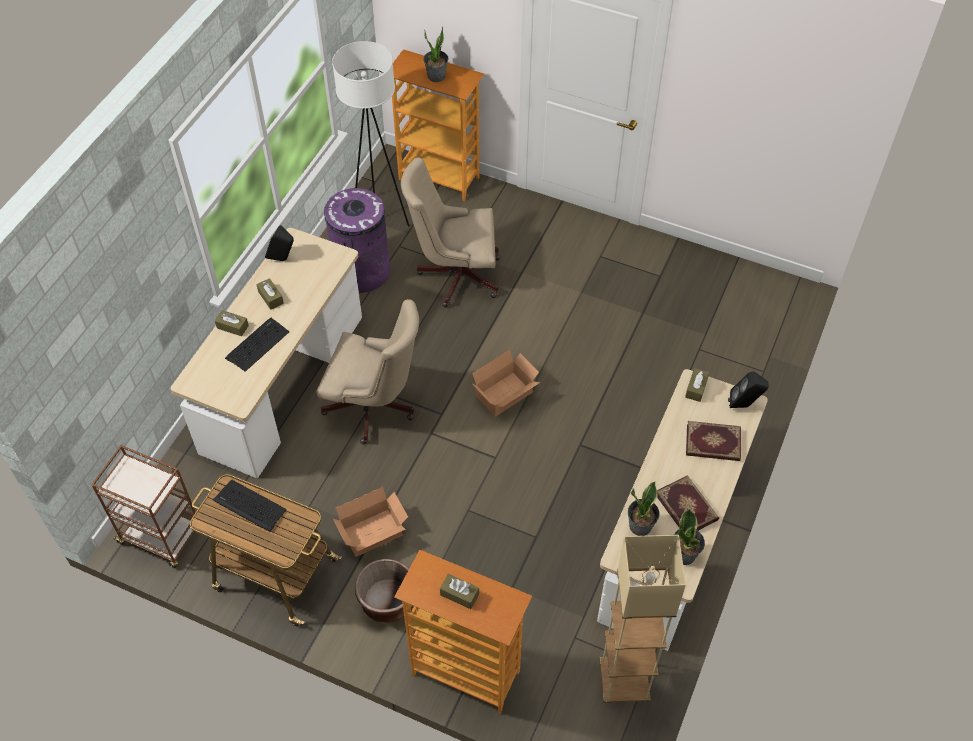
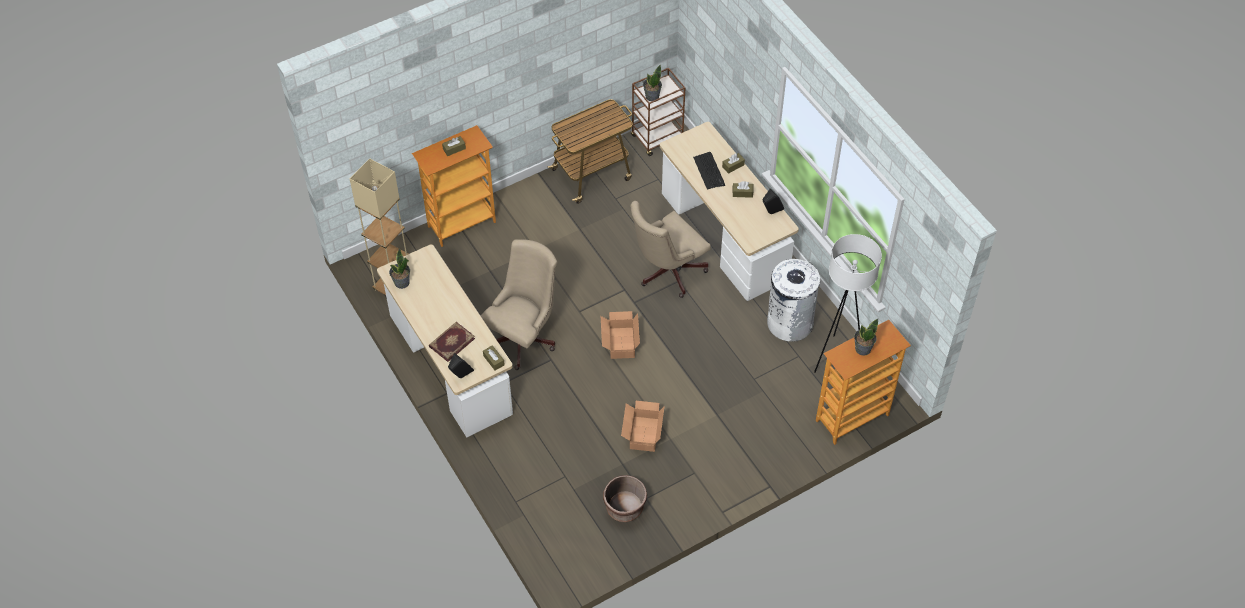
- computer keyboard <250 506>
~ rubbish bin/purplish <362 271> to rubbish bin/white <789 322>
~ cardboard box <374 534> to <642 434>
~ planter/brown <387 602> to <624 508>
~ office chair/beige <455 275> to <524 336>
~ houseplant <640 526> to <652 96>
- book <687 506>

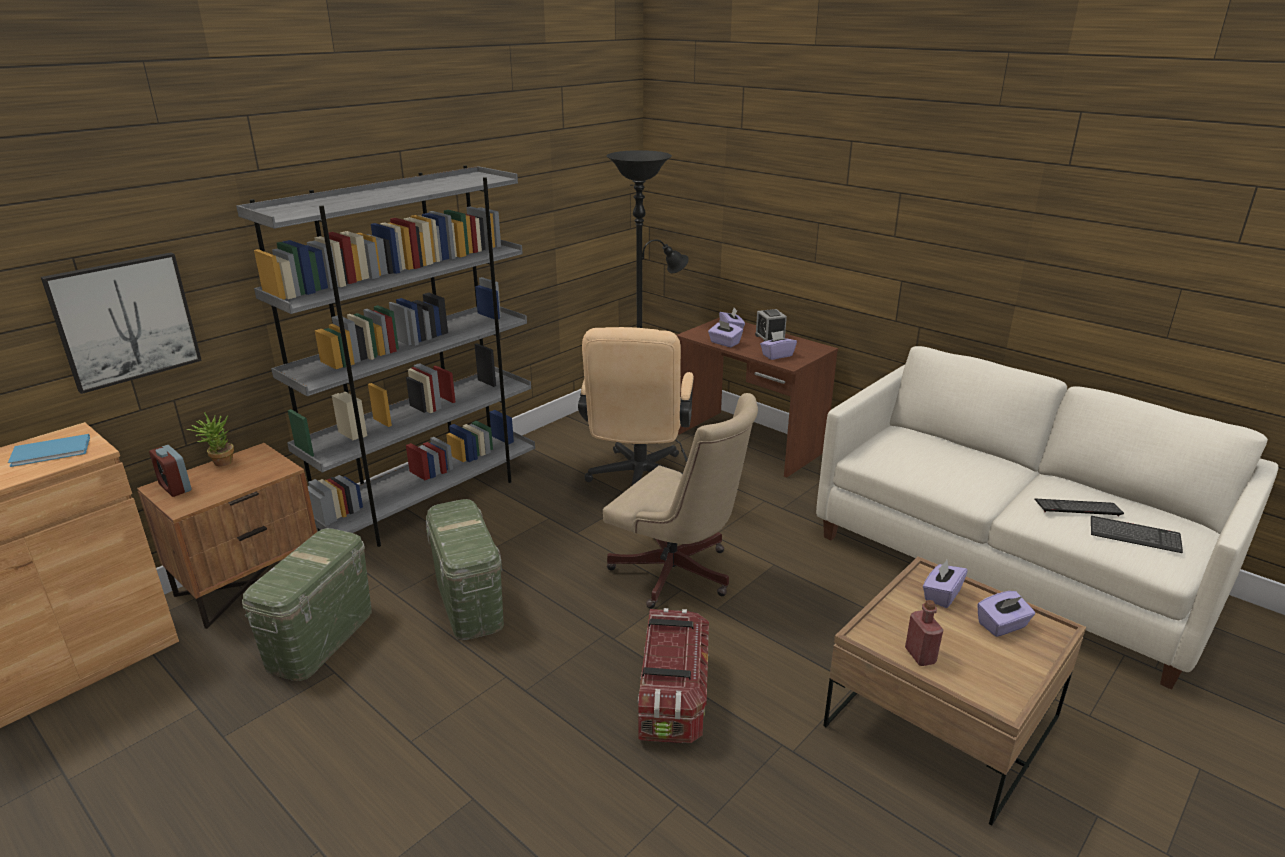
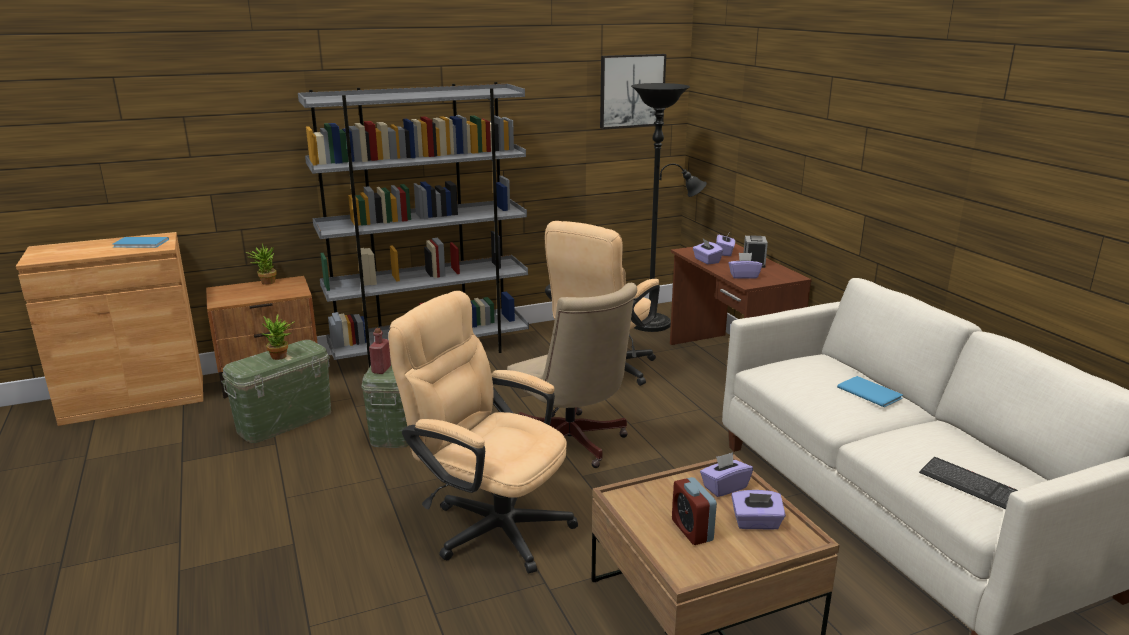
~ wall picture <125 320> to <631 91>
~ alarm clock <175 487> to <692 530>
~ storage bin <673 696> to office chair/beige <490 524>
~ drink bottle/red-coloured <920 656> to <381 370>
- computer keyboard <1077 508>
+ houseplant <281 357>
+ book/blue-coloured <869 392>

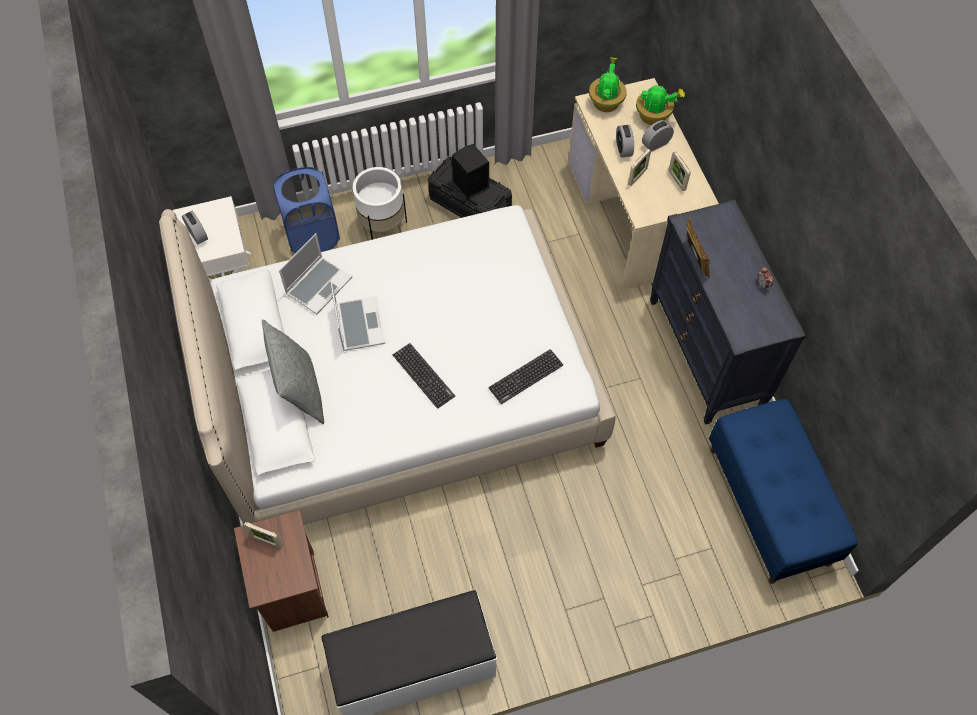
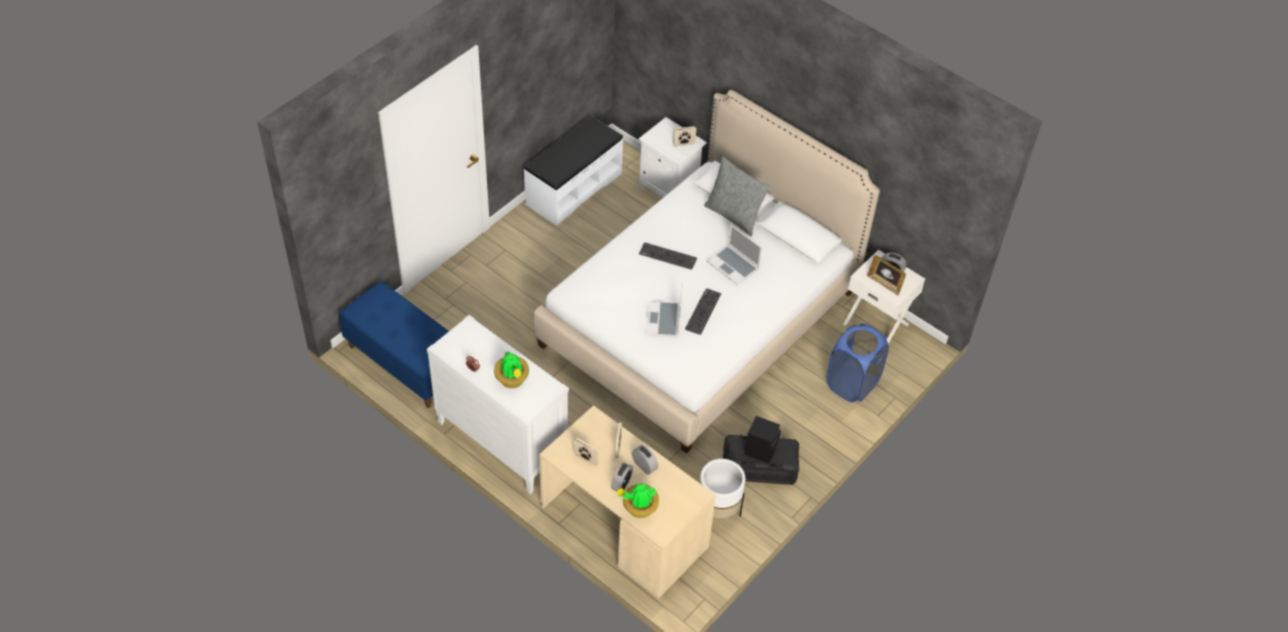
~ nightstand/brown <292 591> to nightstand/white <669 189>
~ laptop <319 285> to <664 321>
~ planter/white <382 225> to <718 509>
~ computer keyboard <526 376> to <703 311>
~ houseplant <606 102> to <512 380>
~ dresser/black <706 354> to dresser/white <501 442>
~ picture frame <694 259> to <884 283>

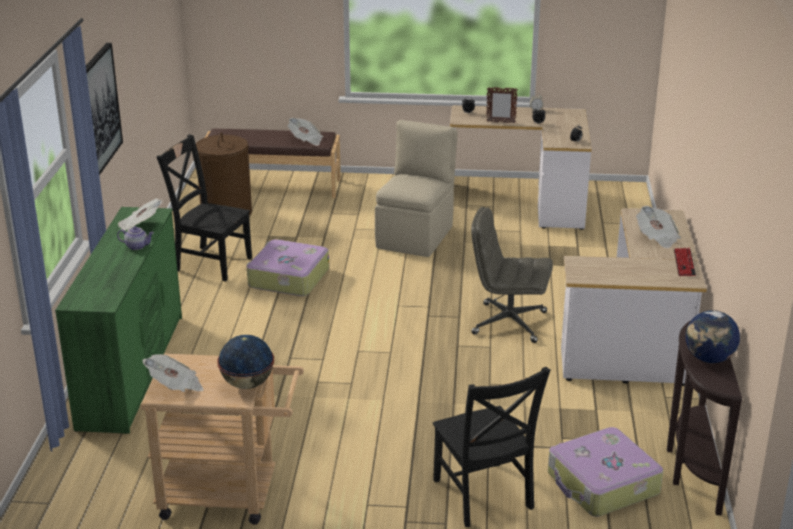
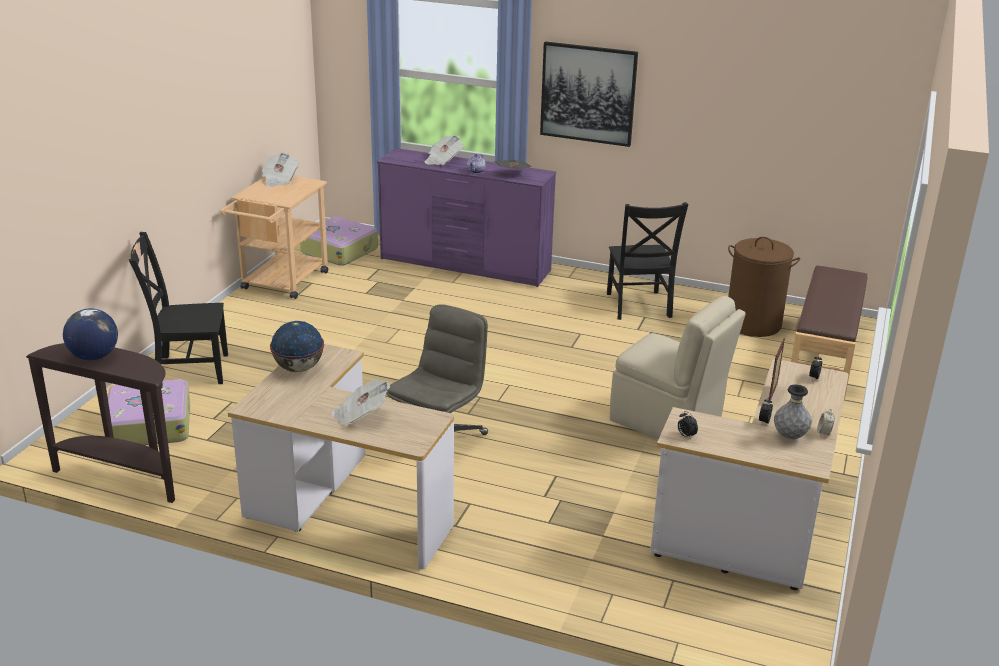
~ dresser/green-coloured <133 370> to dresser/purplish <465 265>
~ chair/black <210 263> = <638 307> 135 degrees clockwise
~ world globe <247 384> to <298 368>
~ piece of luggage <287 278> to <339 250>
~ daily paper <306 140> to <443 160>
- computer keyboard <684 263>
+ flower vase/greyish <789 436>

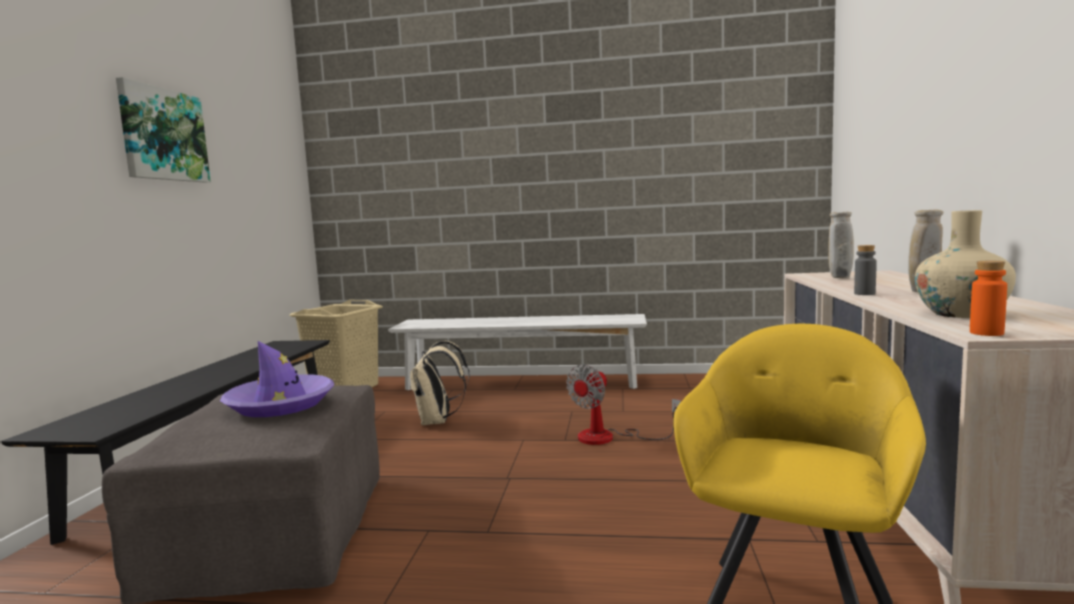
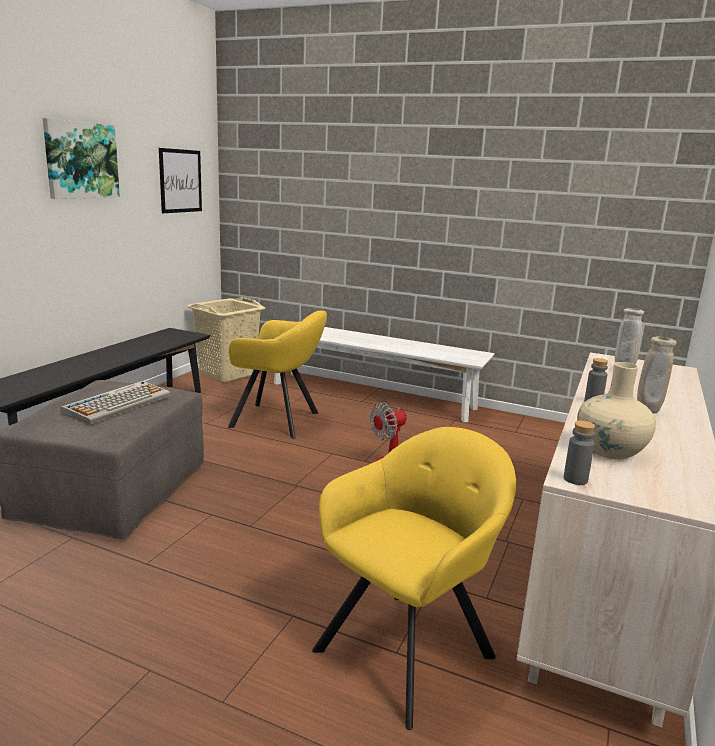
~ wearable hat/purplish <280 404> to computer keyboard <118 403>
~ rucksack/beige <438 421> to armchair/yellow-coloured <279 421>
~ drink bottle/orange <986 333> to drink bottle/greyish <575 479>
+ wall picture <180 181>

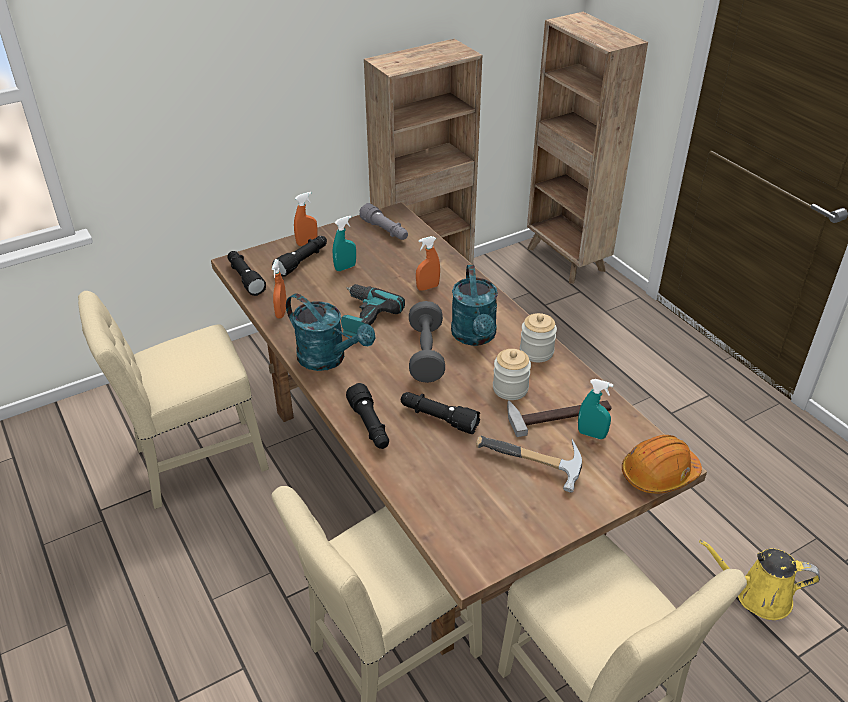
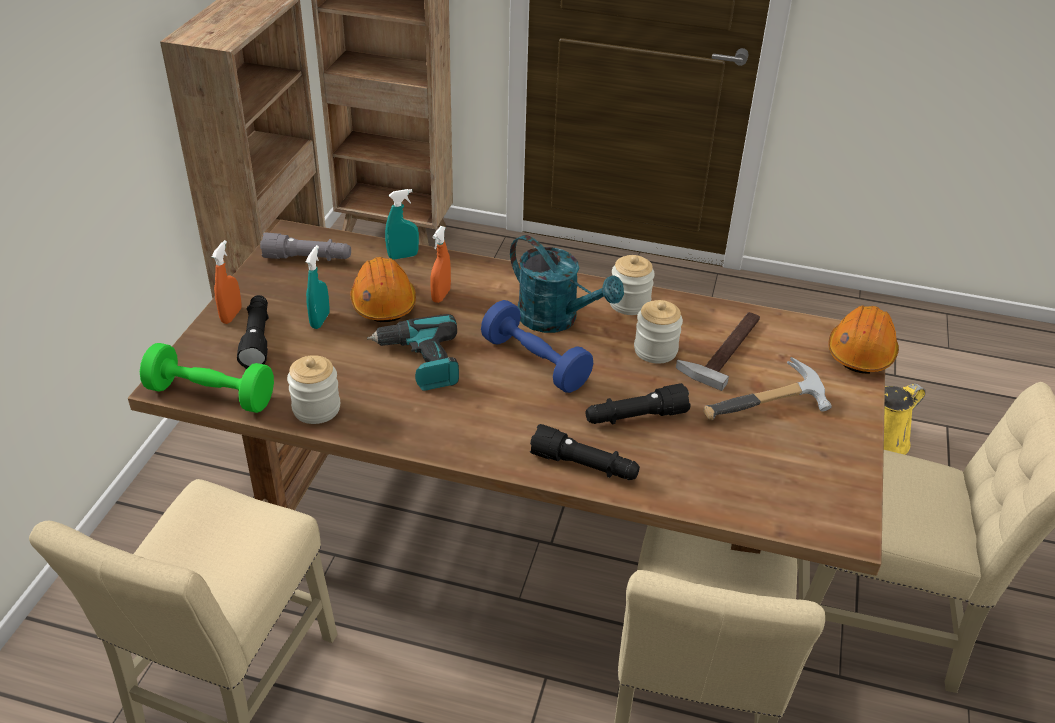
~ flashlight/black <245 278> to hand weight/green-coloured <211 395>
~ sprayer/orange <281 312> to preserve jar <316 408>
- watering can/turquoise-coloured <328 359>
~ hand weight/greyish <426 354> to hand weight/blue-coloured <535 362>
~ sprayer/turquoise-coloured <591 434> to <403 256>
+ hard hat/orange <383 302>

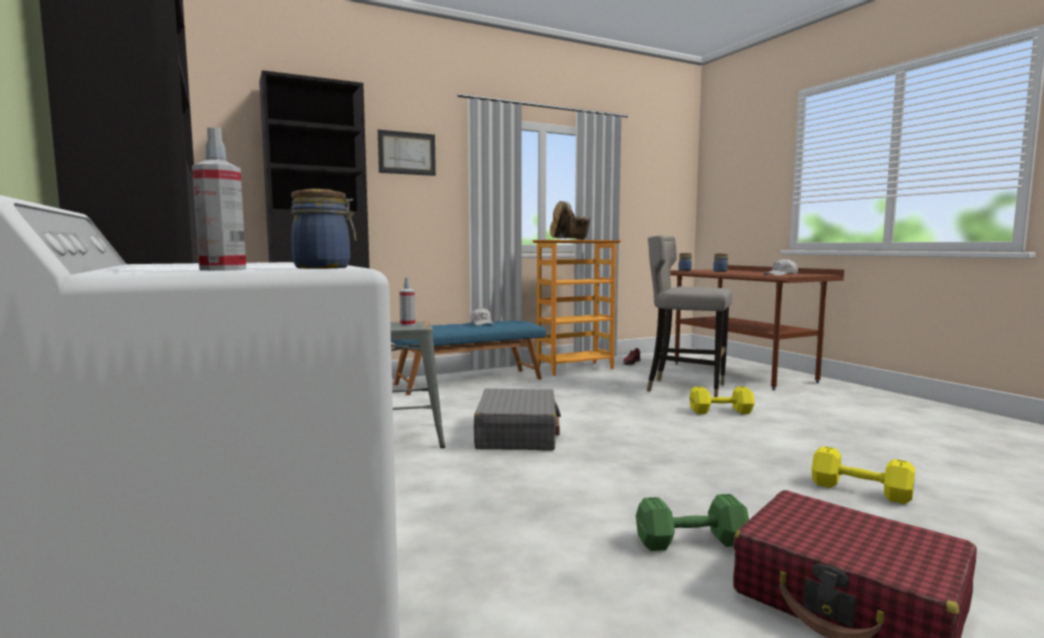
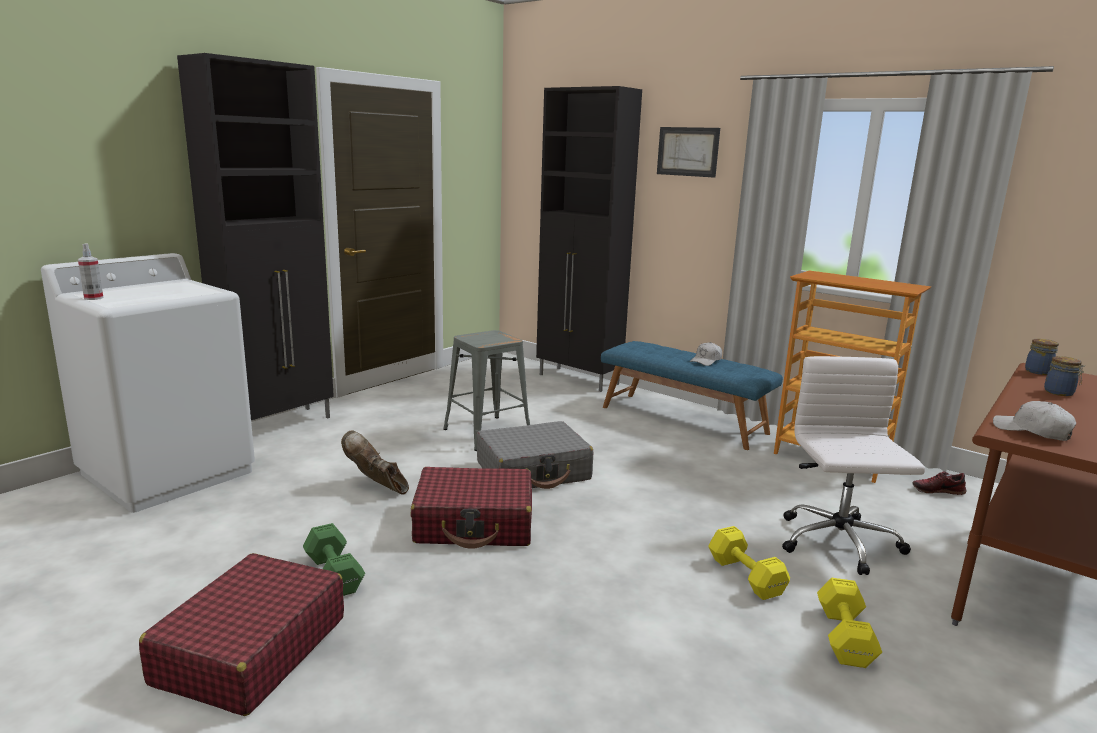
- preserve jar <325 267>
- sprayer <407 325>
~ high-top boot/brown <569 239> to <377 487>
~ stool/greyish <686 388> to office chair/white <839 544>
~ hand weight/yellow-coloured <862 491> to <844 638>
+ piece of luggage/red-coloured <474 523>

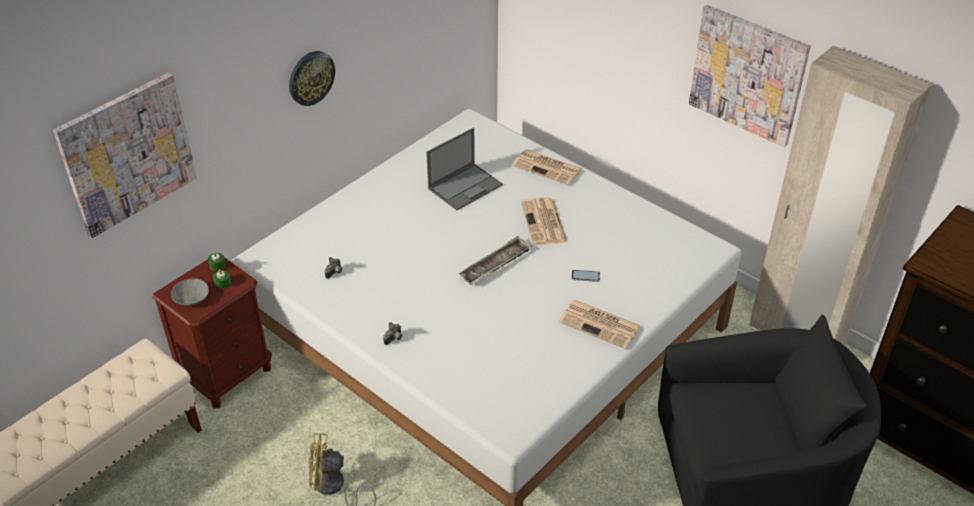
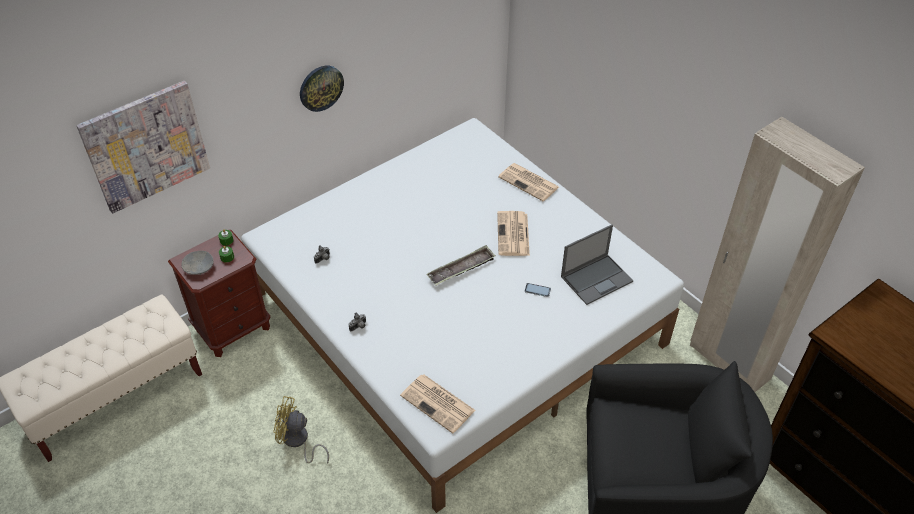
~ laptop <465 186> to <597 278>
~ daily paper <600 324> to <439 403>
- wall picture <747 75>

